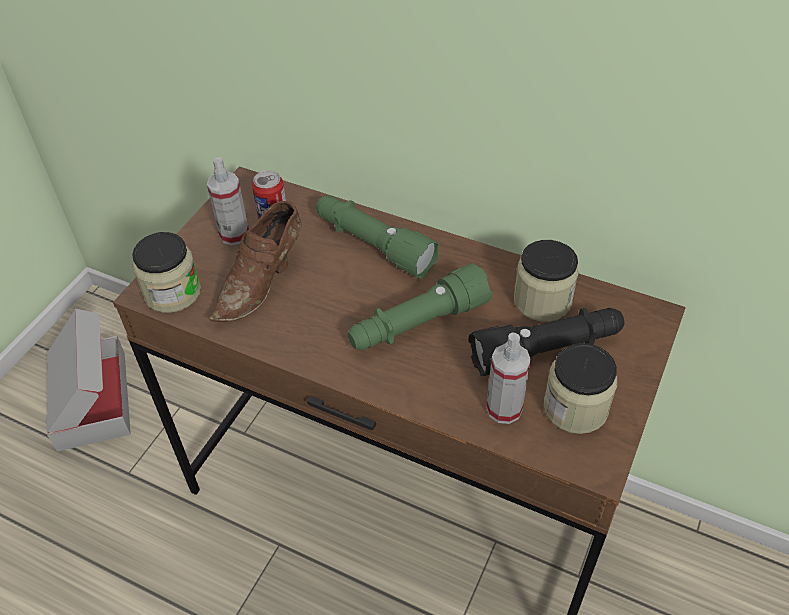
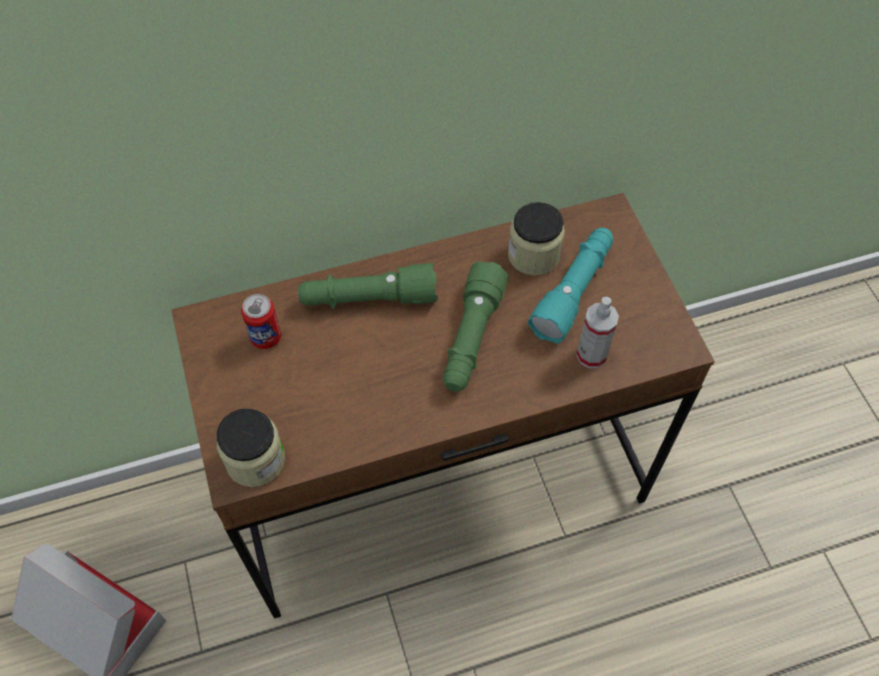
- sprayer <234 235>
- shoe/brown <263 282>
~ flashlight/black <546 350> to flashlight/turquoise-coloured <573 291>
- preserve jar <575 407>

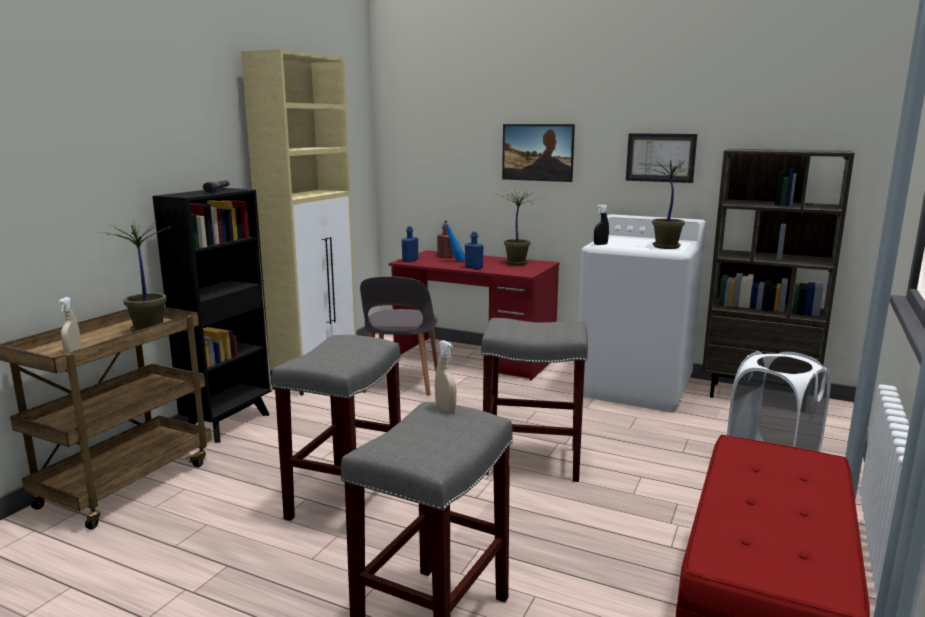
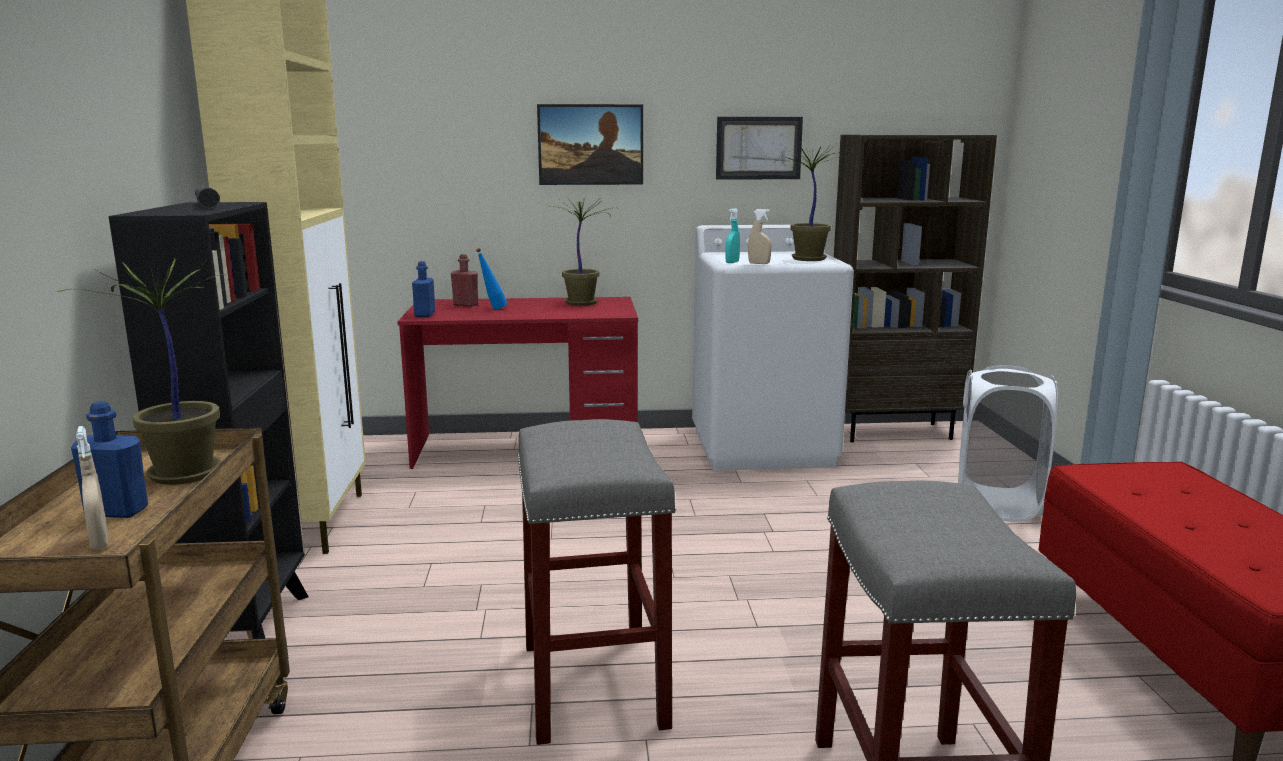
- chair/greyish <401 381>
~ sprayer/beige <445 408> to <759 263>
~ drink bottle/blue-coloured <473 267> to <117 511>
- stool/greyish <533 461>
~ sprayer/black <600 244> to sprayer/turquoise-coloured <732 262>

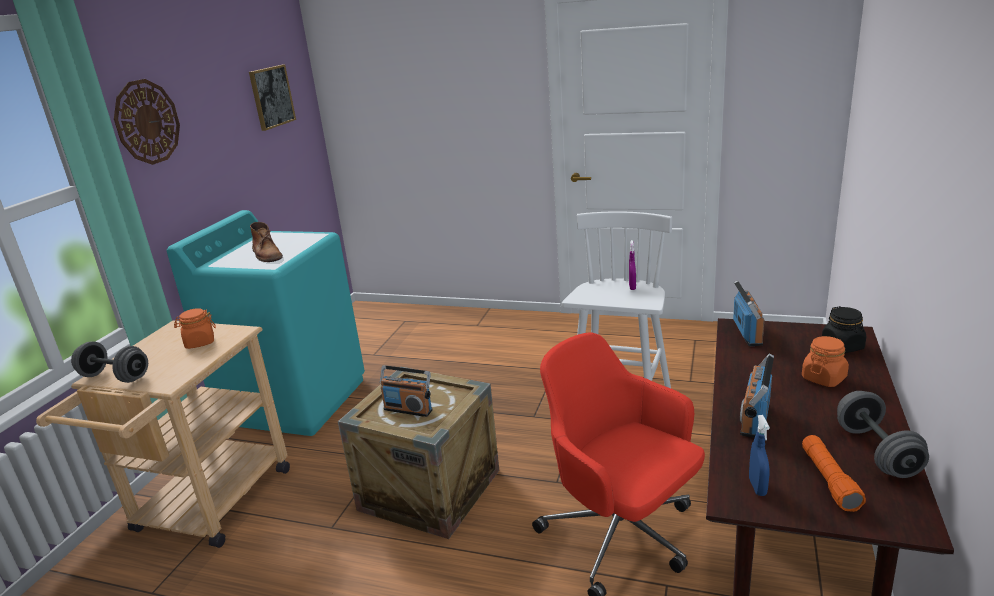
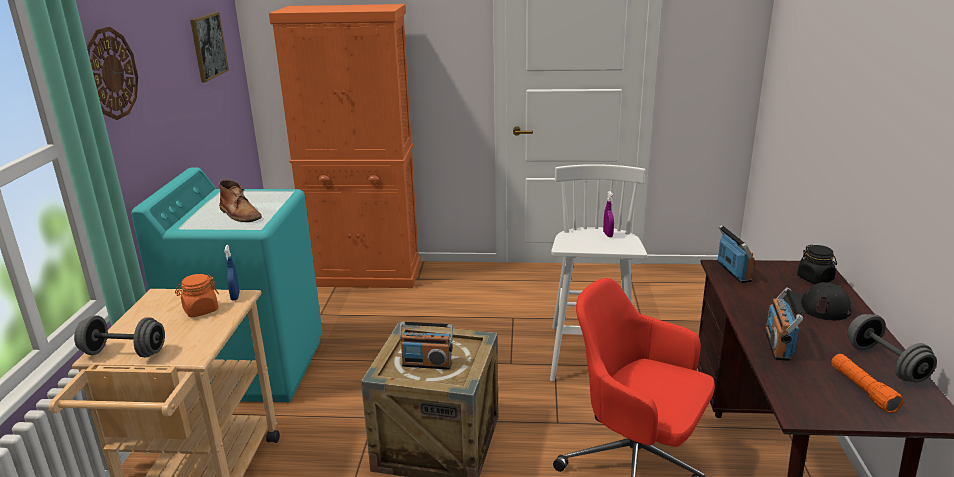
~ sprayer/blue-coloured <757 487> to <235 296>
~ preserve jar/orange <824 378> to peaked cap/black <814 306>
+ cabinet/orange <365 275>

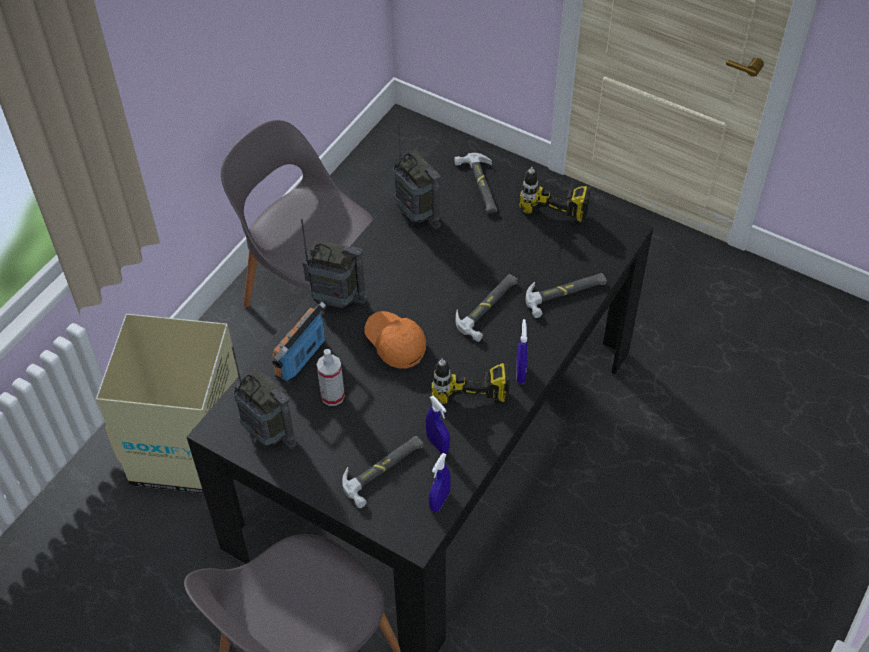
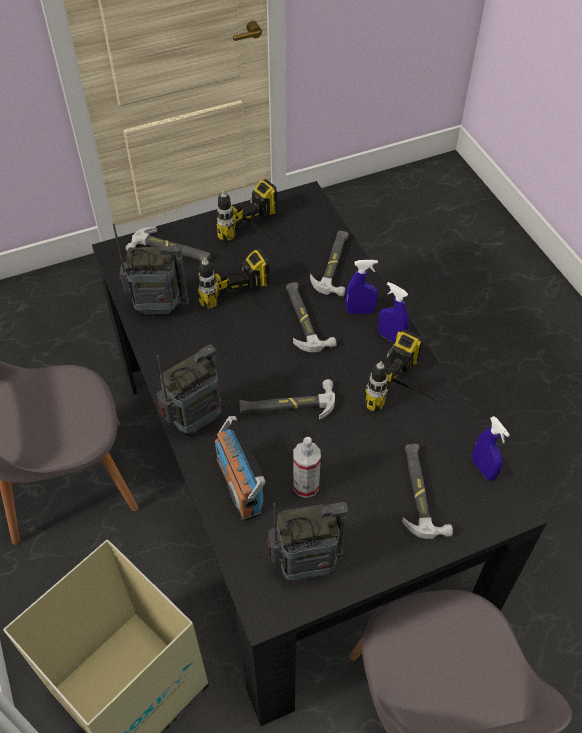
~ peaked cap/orange <395 344> to hammer <287 405>
~ sprayer/blue-coloured <437 444> to <360 311>
+ power drill <244 311>

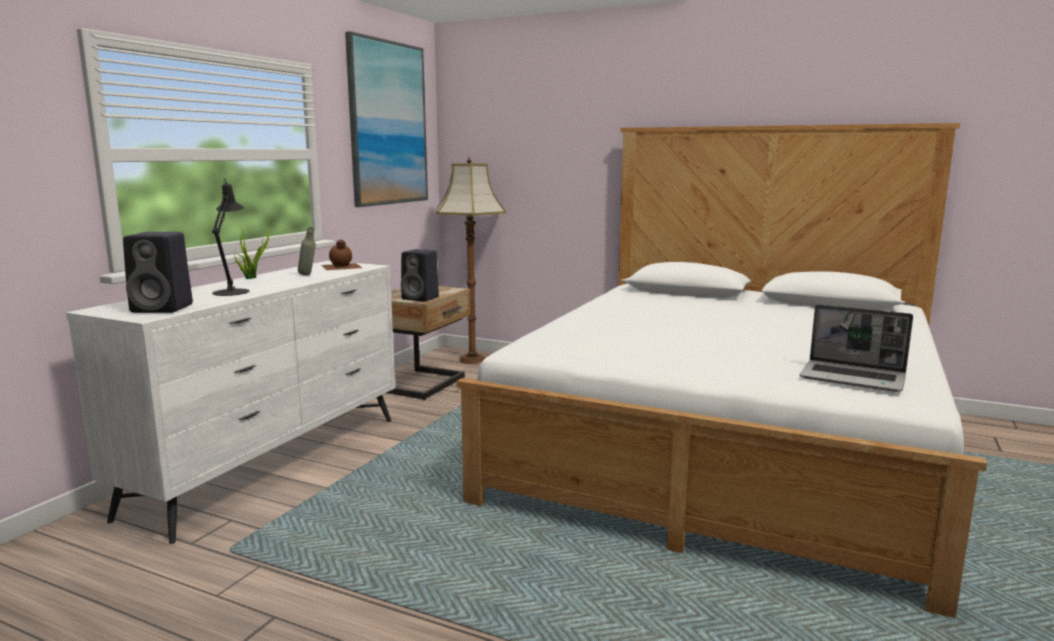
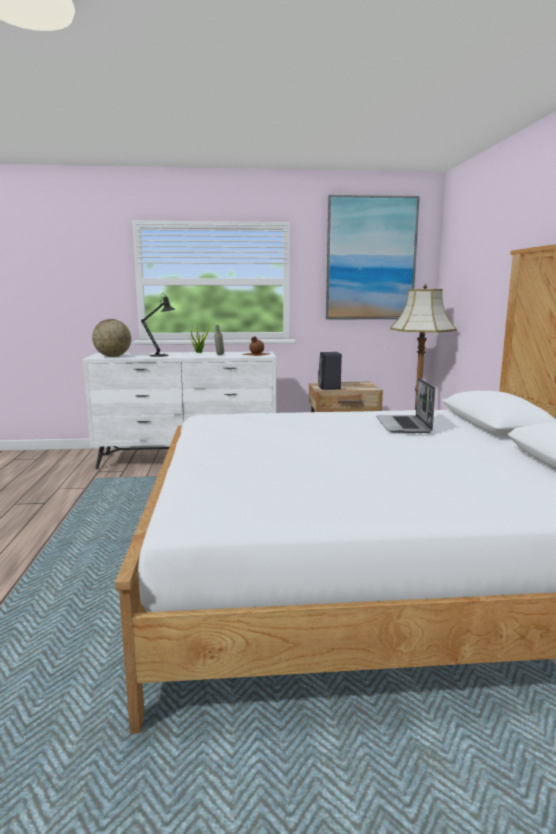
~ audio speaker/black <164 308> to world globe <113 356>
~ laptop <854 378> to <404 425>

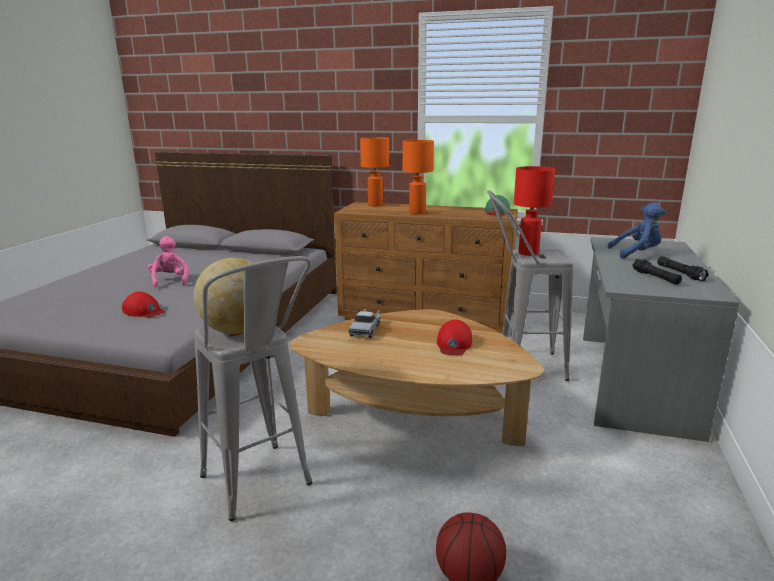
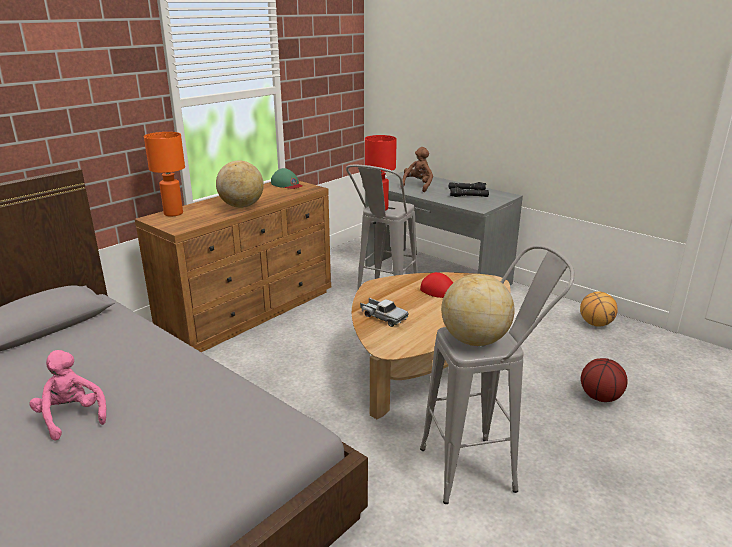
- peaked cap/red-coloured <144 311>
~ plush toy/pinkish <170 281> = <72 417> 45 degrees clockwise
~ table lamp/orange <418 213> to world globe <242 206>
~ plush toy/blue-coloured <637 253> to plush toy/brown <418 186>
+ basketball ball <595 324>

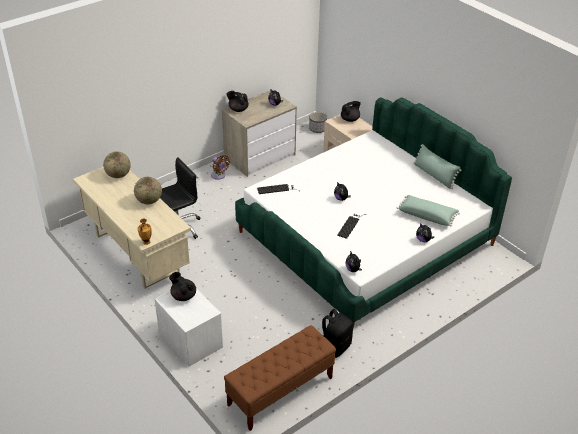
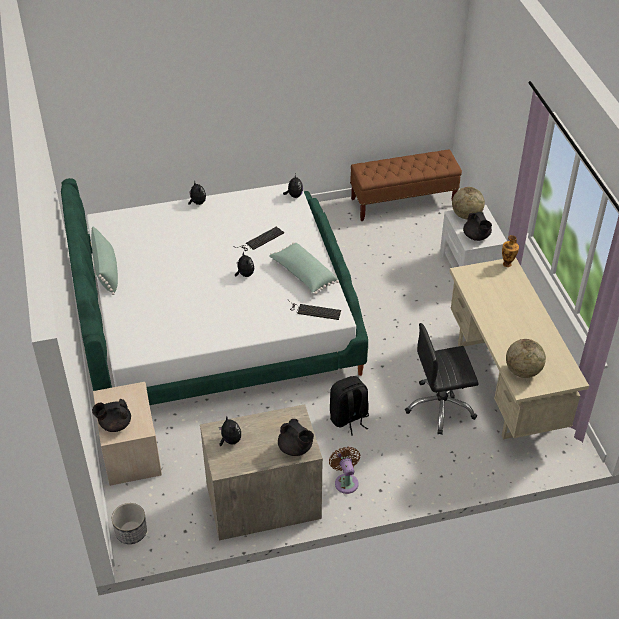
~ world globe <149 201> to <466 215>
~ rucksack/black <335 347> to <349 418>
~ cushion/green-coloured <427 215> to <303 275>

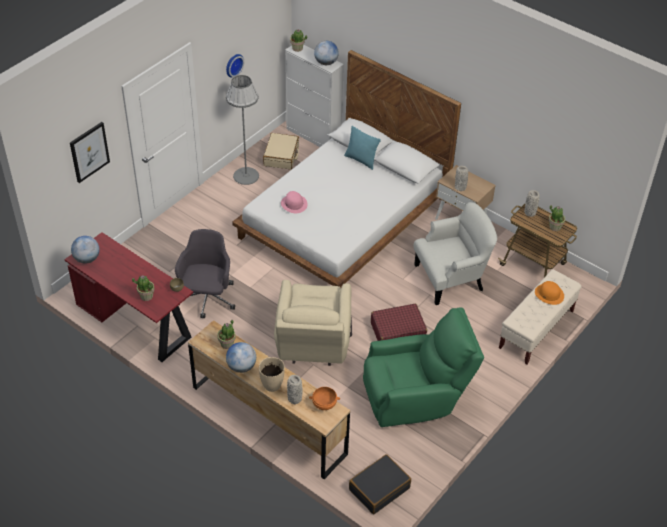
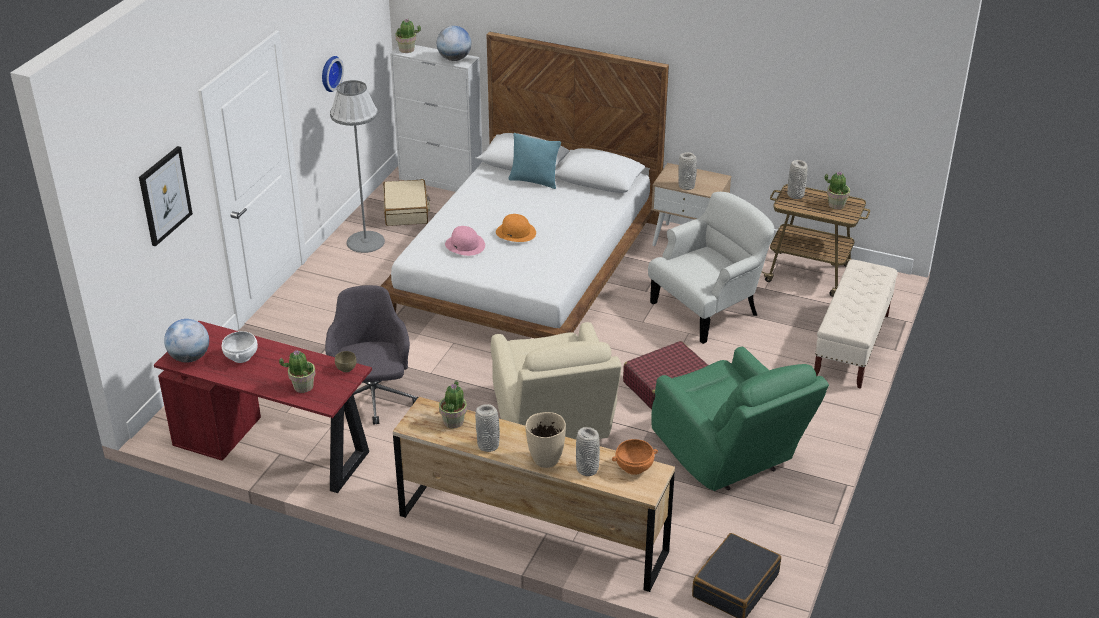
~ world globe <241 366> to flower vase/greyish <489 445>
~ armchair/green-coloured <415 396> = <729 457> 90 degrees clockwise
~ wearable hat/orange <549 294> to <516 232>
+ serving bowl/white <241 357>

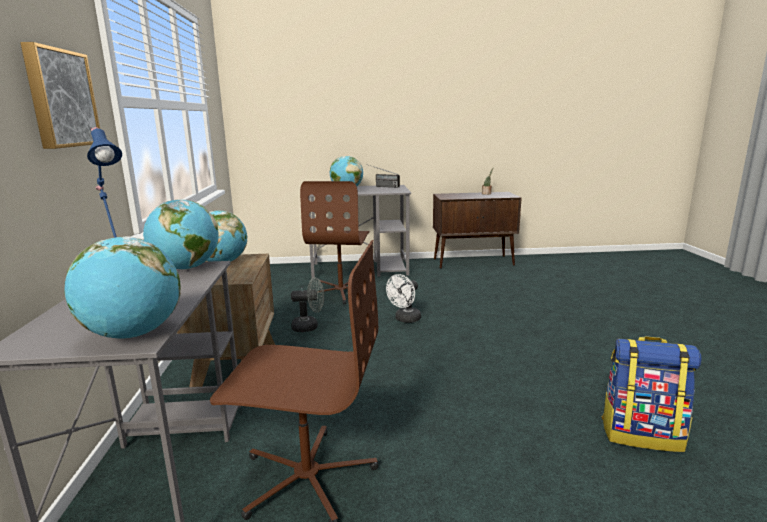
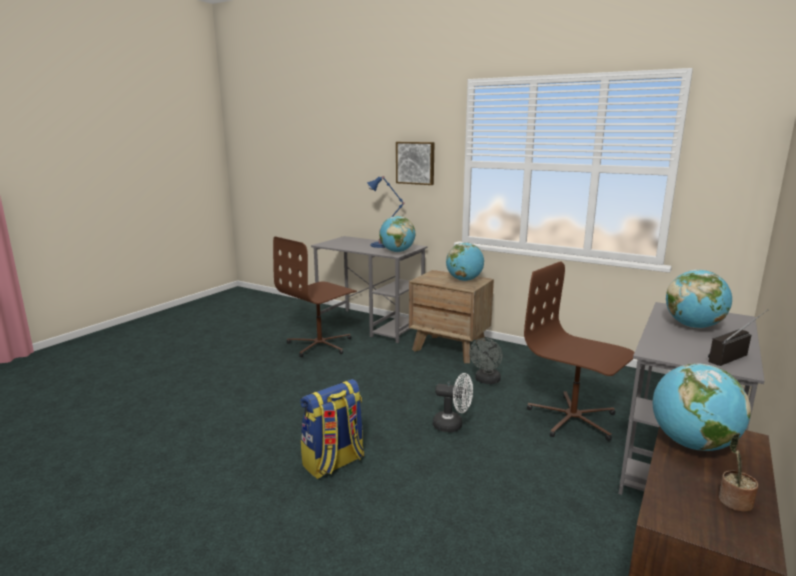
~ world globe <133 334> to <692 444>
~ electric fan/white <405 319> = <452 425> 120 degrees clockwise
~ rucksack <642 434> to <334 463>

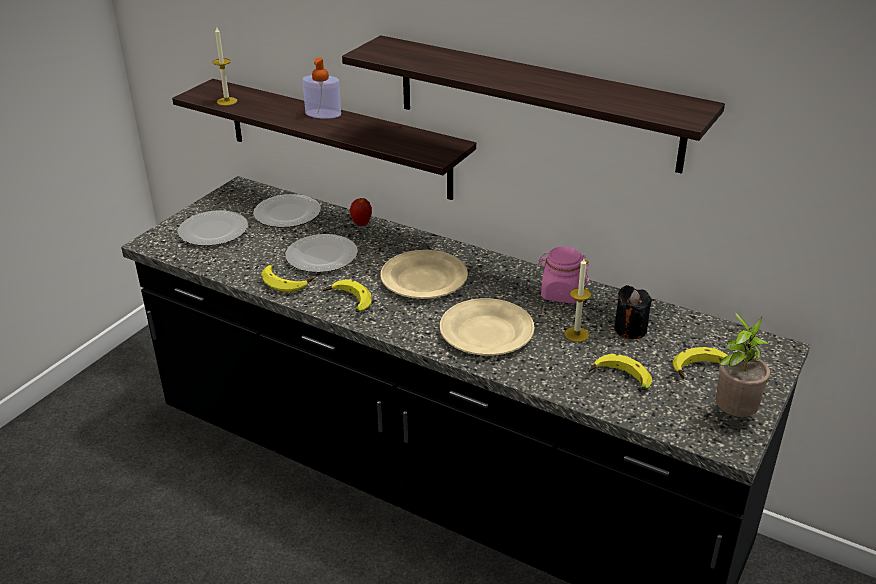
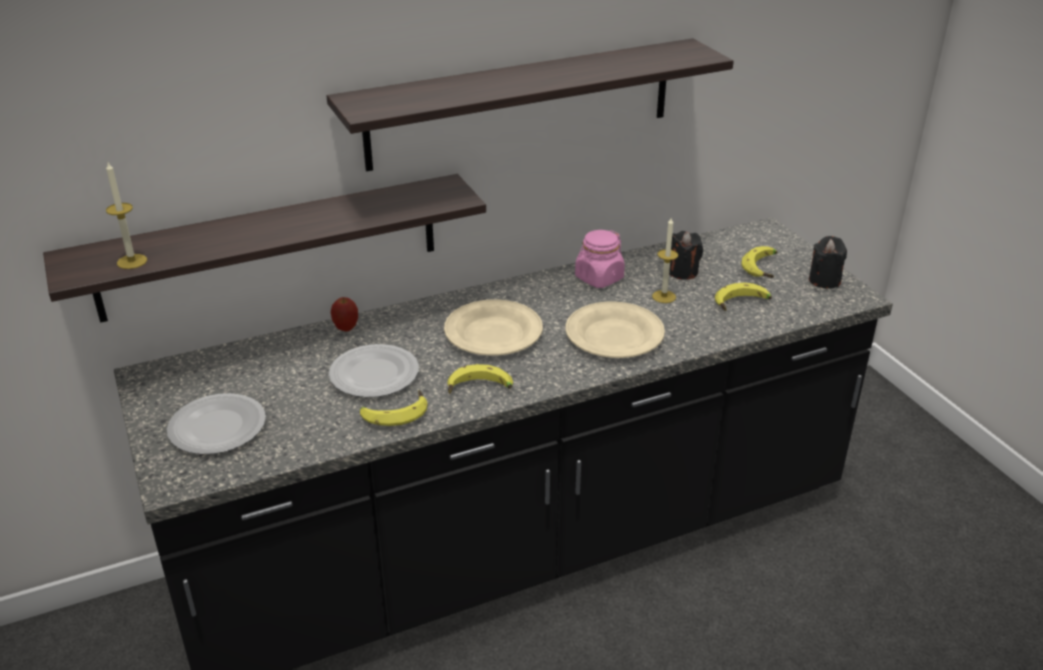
- plate <287 214>
- liquid soap bottle <323 114>
~ houseplant <732 415> to candle/black <824 280>

